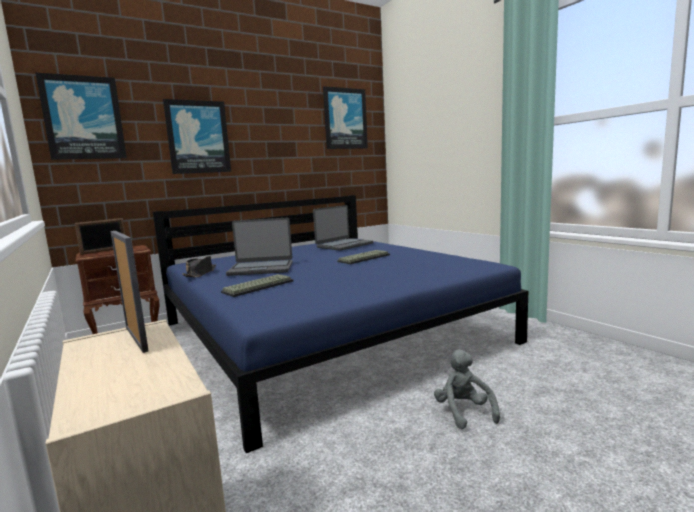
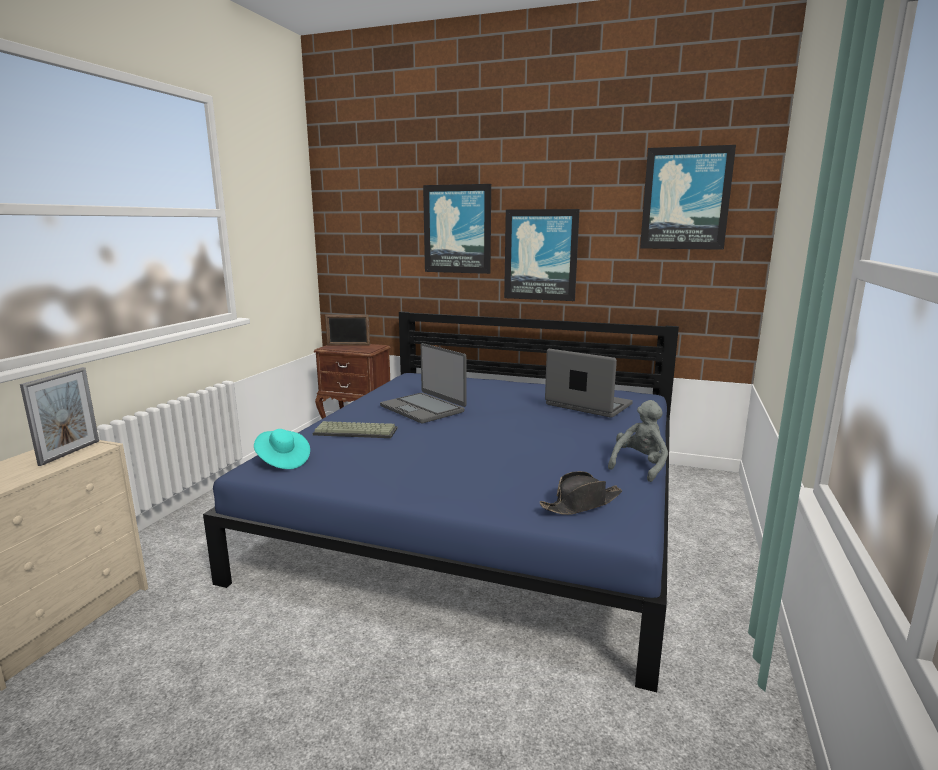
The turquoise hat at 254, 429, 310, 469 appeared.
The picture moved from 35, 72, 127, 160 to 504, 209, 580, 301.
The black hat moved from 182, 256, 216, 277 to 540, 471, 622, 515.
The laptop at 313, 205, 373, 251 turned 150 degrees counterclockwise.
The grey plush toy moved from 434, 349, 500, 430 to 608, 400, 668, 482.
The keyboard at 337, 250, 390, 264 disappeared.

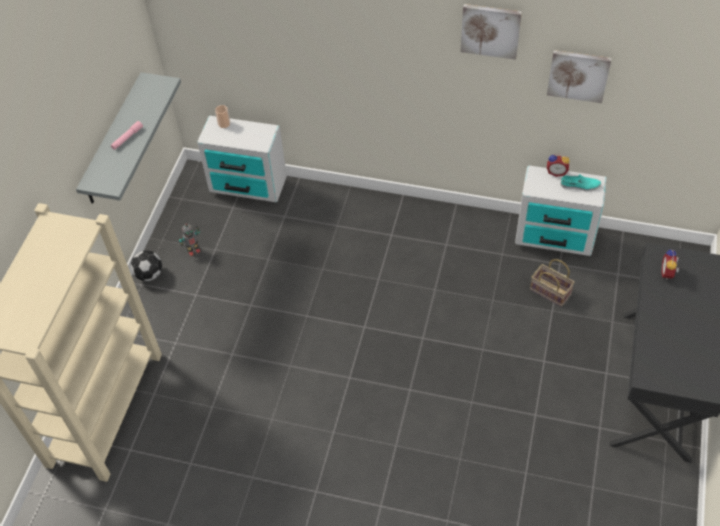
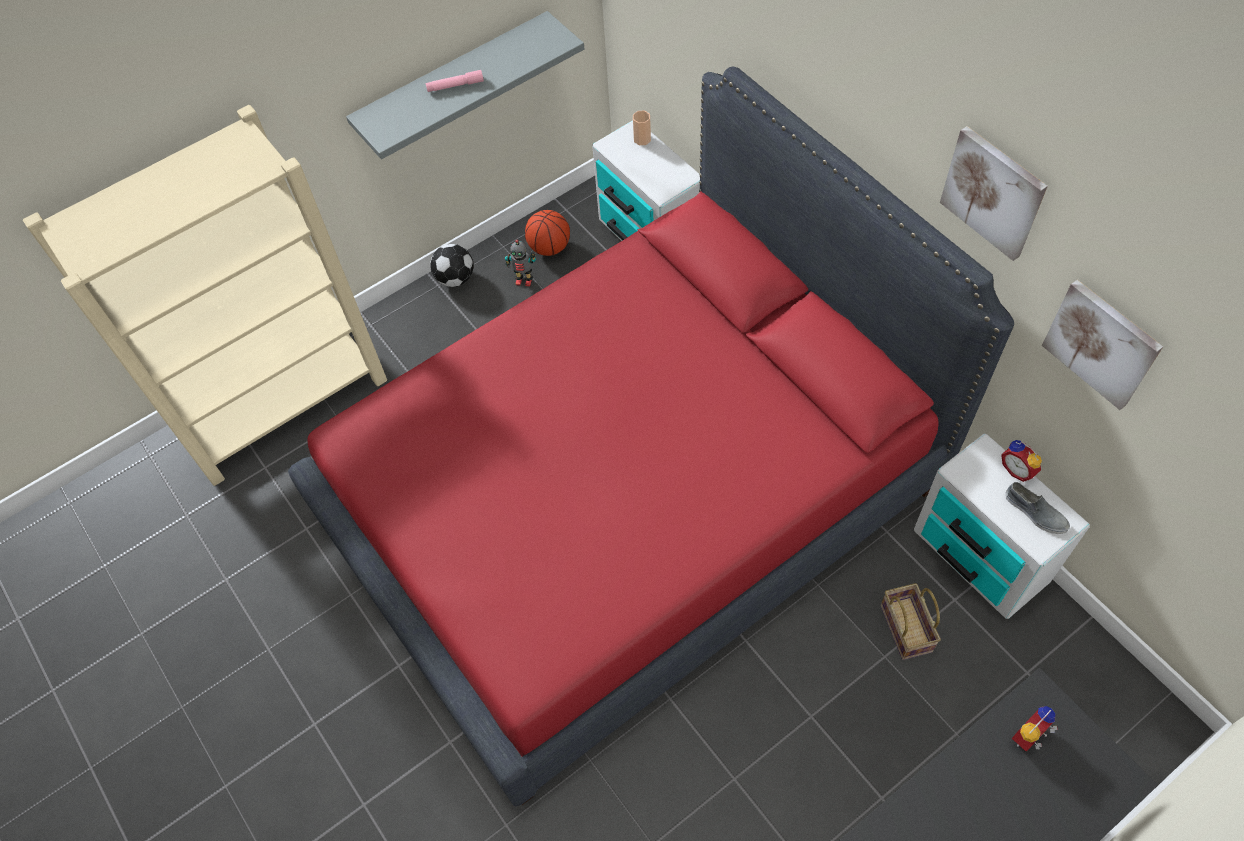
The red bed at 288, 67, 1014, 807 appeared.
The basketball at 525, 210, 570, 256 appeared.
The turquoise shoe at 560, 174, 601, 192 became the grey shoe at 1005, 482, 1070, 534.

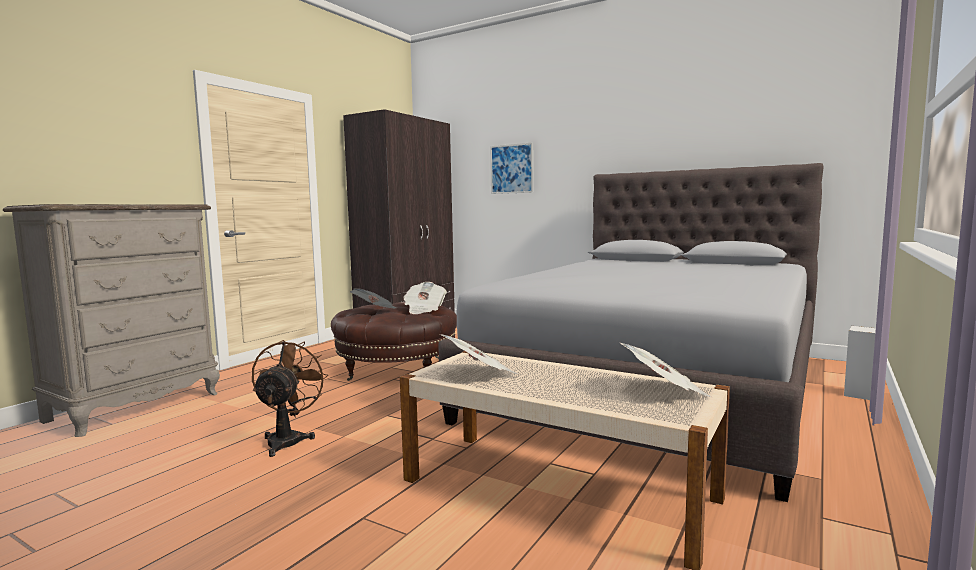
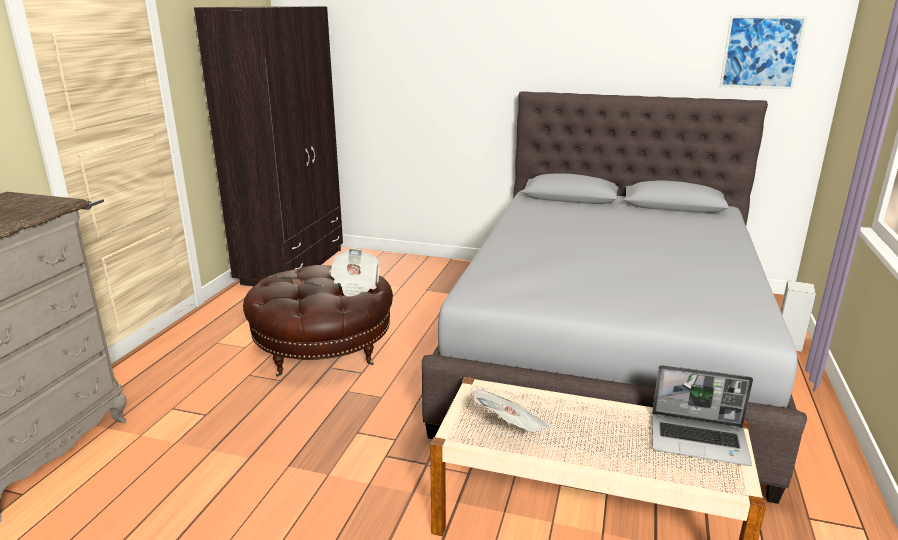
The newspaper at 621, 343, 711, 397 was replaced by the laptop at 652, 365, 753, 466.
The picture moved from 490, 142, 533, 194 to 720, 16, 807, 89.
The brown fan at 252, 340, 328, 457 disappeared.

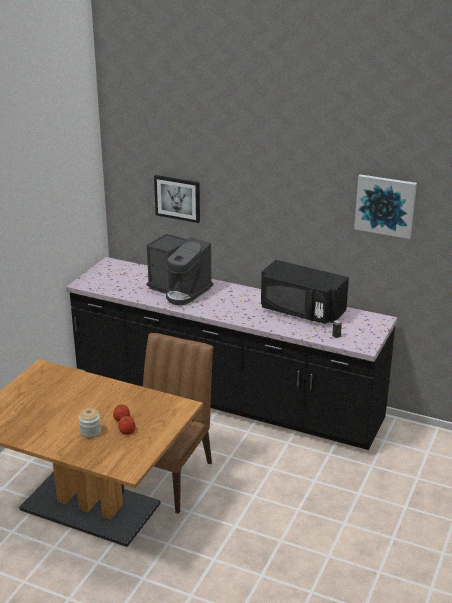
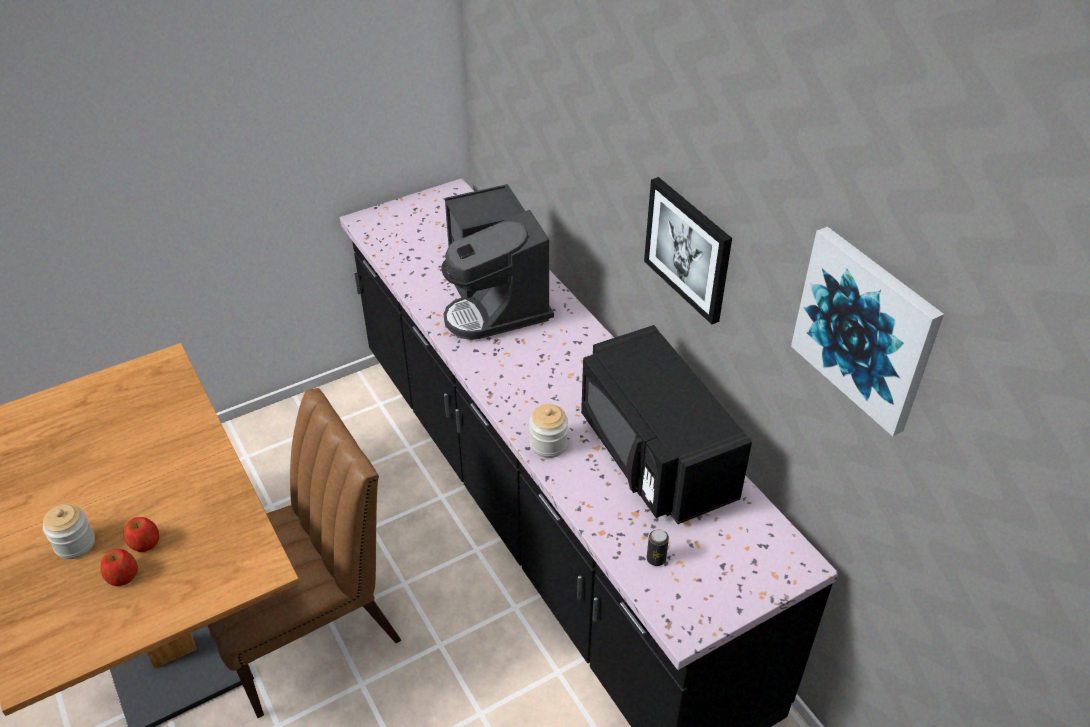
The jar at 529, 404, 568, 458 appeared.
The picture moved from 154, 175, 200, 223 to 644, 177, 732, 324.

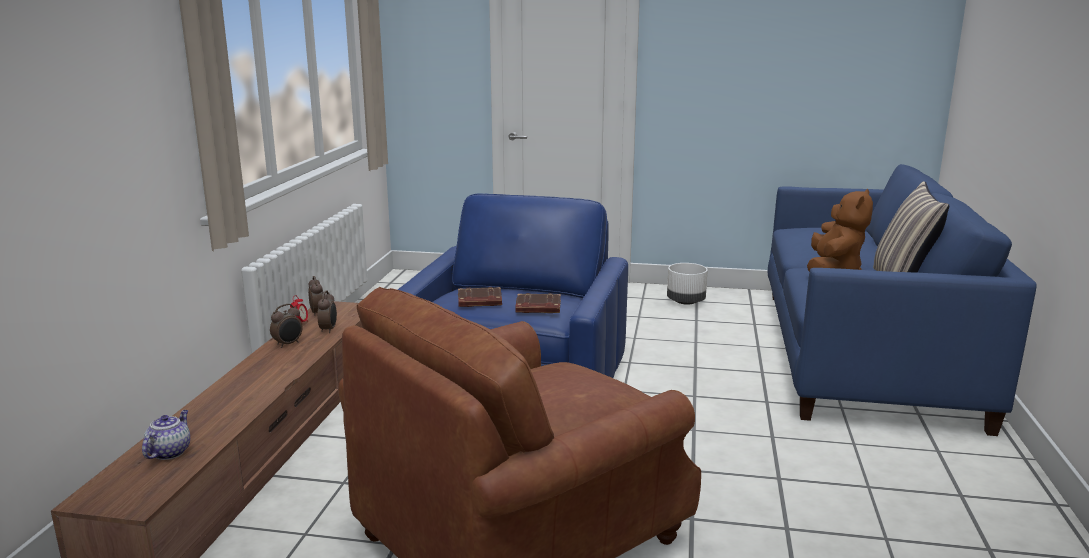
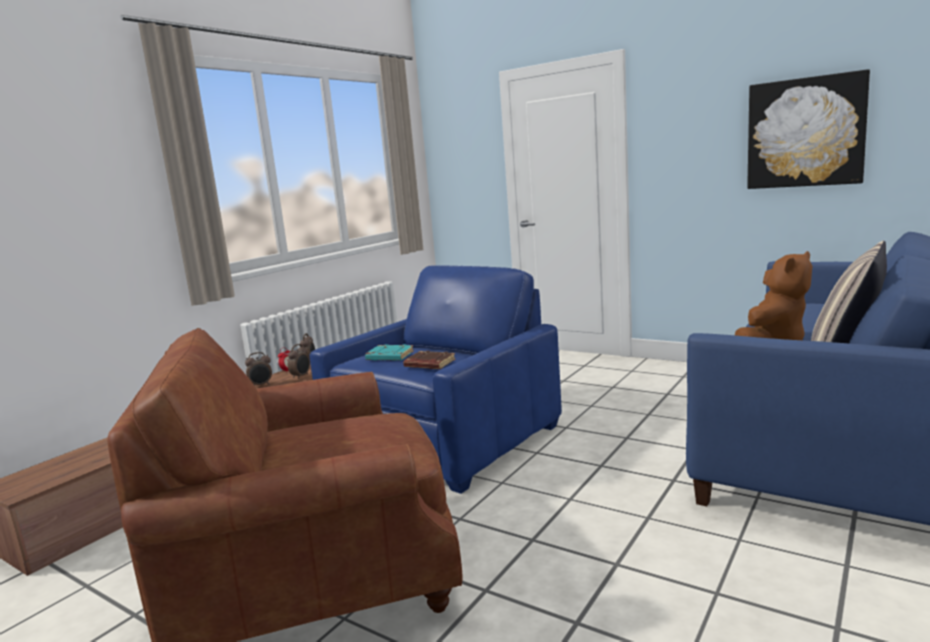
The brown book at 458, 287, 502, 307 became the turquoise book at 365, 344, 414, 361.
The picture at 747, 69, 870, 189 appeared.
The teapot at 142, 410, 190, 460 disappeared.
The white planter at 667, 263, 708, 305 disappeared.

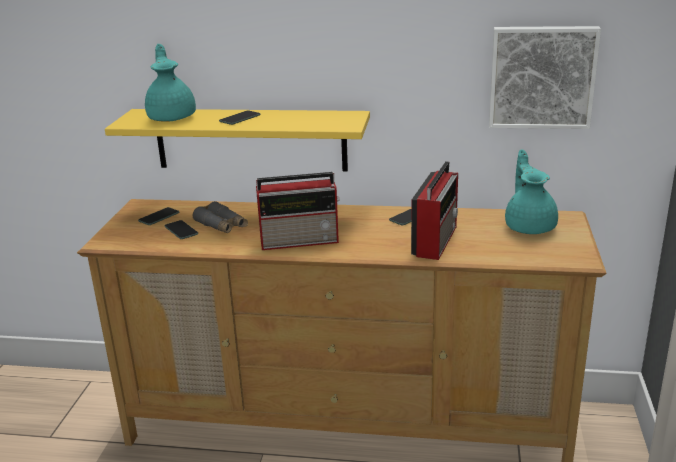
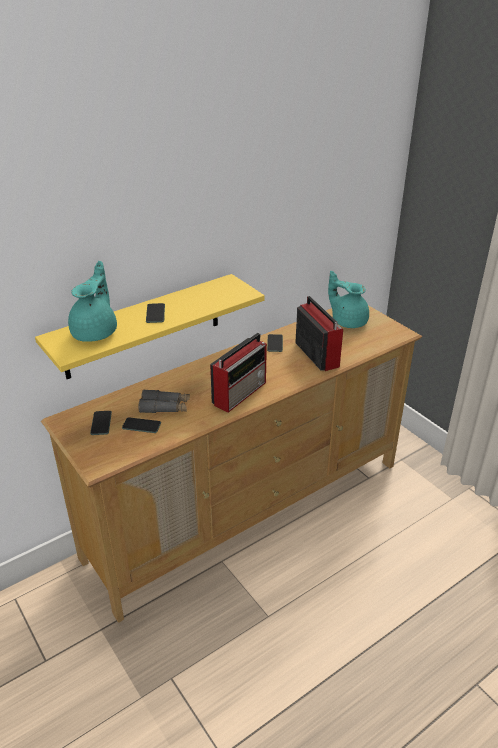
The turquoise teapot at 145, 44, 196, 122 turned 75 degrees clockwise.
The picture at 489, 26, 601, 129 disappeared.

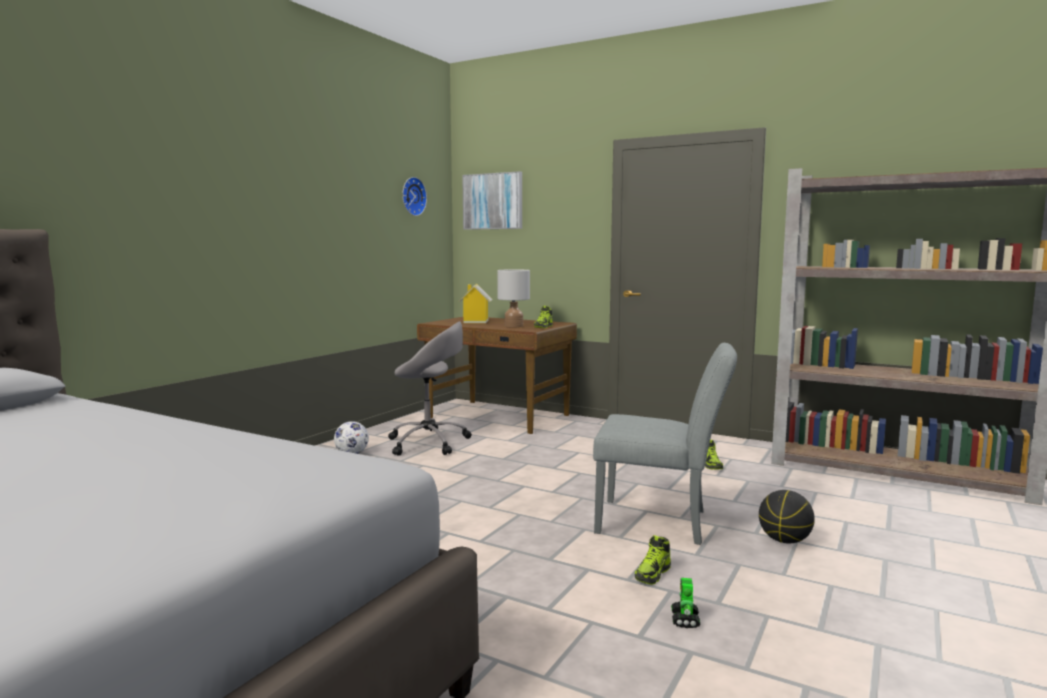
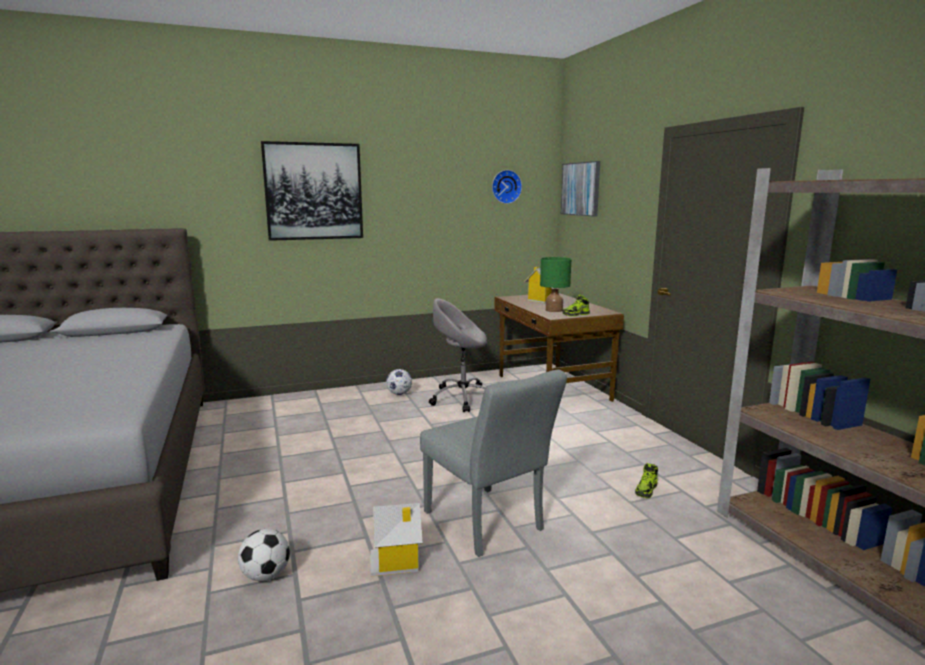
The football at 238, 529, 290, 581 appeared.
The picture at 261, 141, 363, 241 appeared.
The shoe at 635, 535, 671, 585 was replaced by the toy house at 370, 503, 423, 576.
The grey office chair at 388, 321, 472, 456 turned 135 degrees clockwise.
The grey table lamp at 497, 270, 530, 328 became the green table lamp at 540, 257, 571, 312.
The toy robot at 671, 578, 700, 628 disappeared.
The basketball at 759, 490, 815, 544 disappeared.

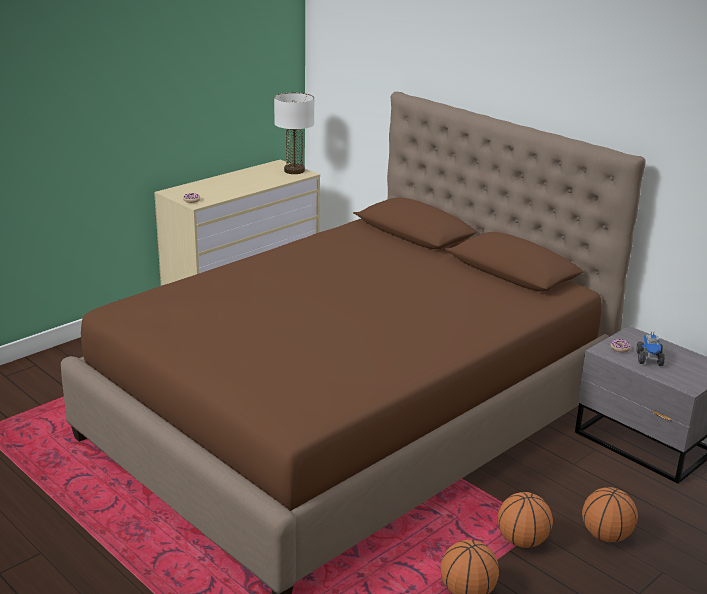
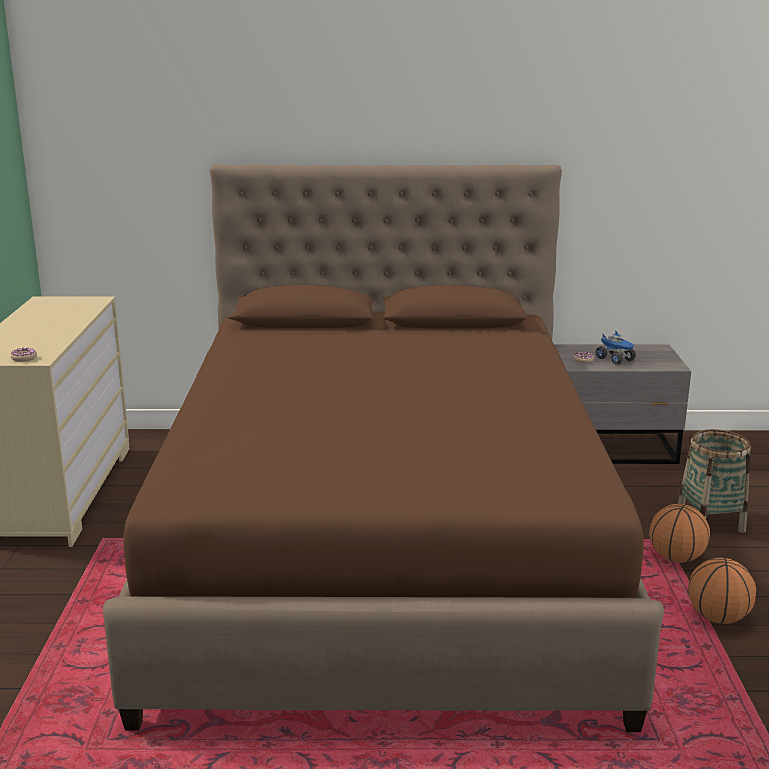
The basketball at 582, 487, 638, 542 was replaced by the basket at 678, 429, 751, 533.
The table lamp at 274, 92, 314, 174 disappeared.

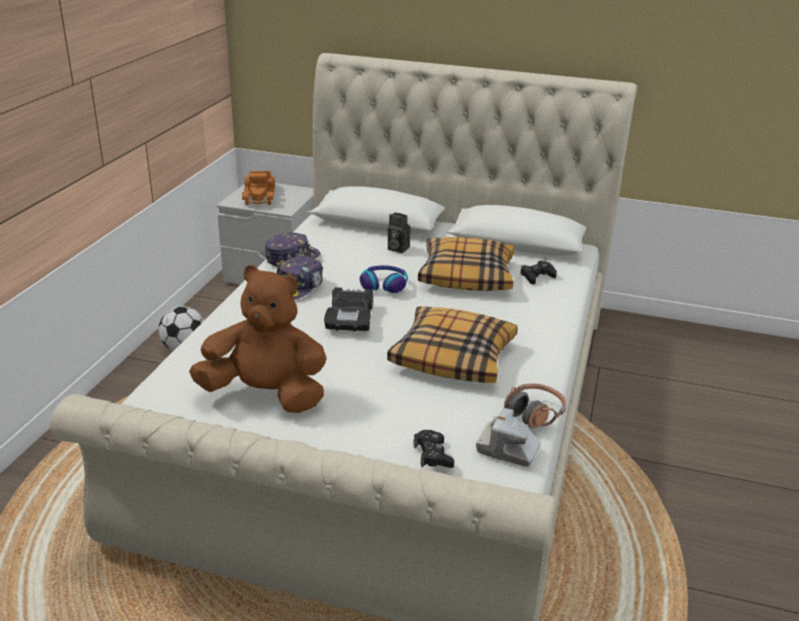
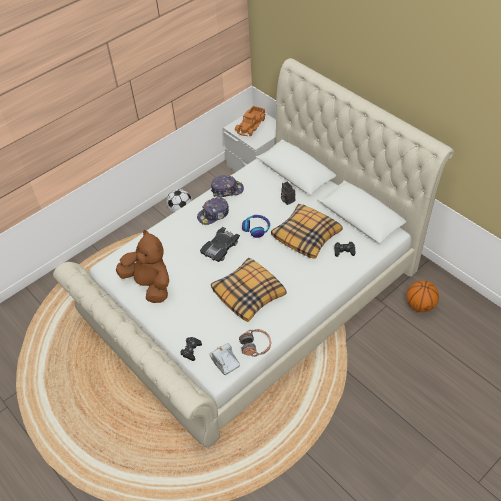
The basketball at 407, 281, 439, 312 appeared.

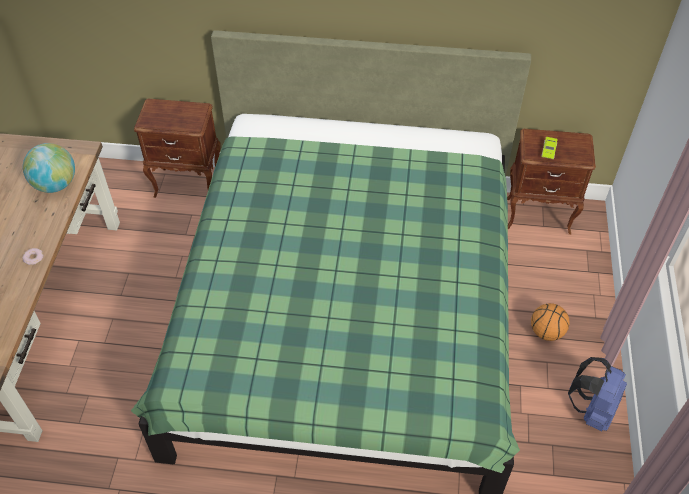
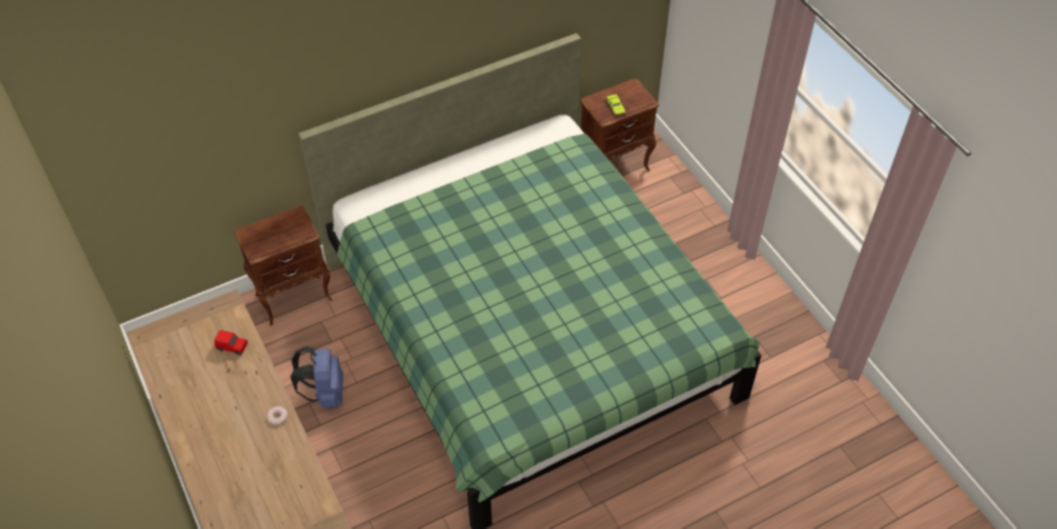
The globe at 23, 143, 75, 193 was replaced by the red toy car at 214, 330, 248, 355.
The blue backpack moved from 568, 357, 627, 432 to 290, 346, 343, 408.
The basketball at 531, 303, 570, 341 disappeared.

